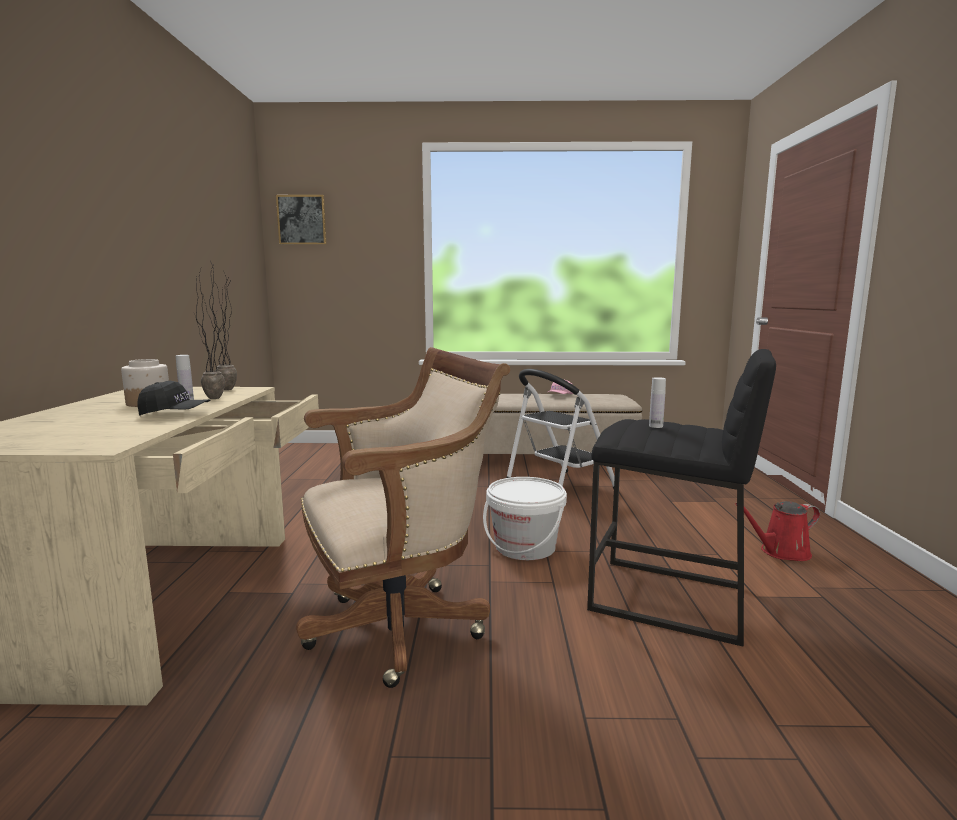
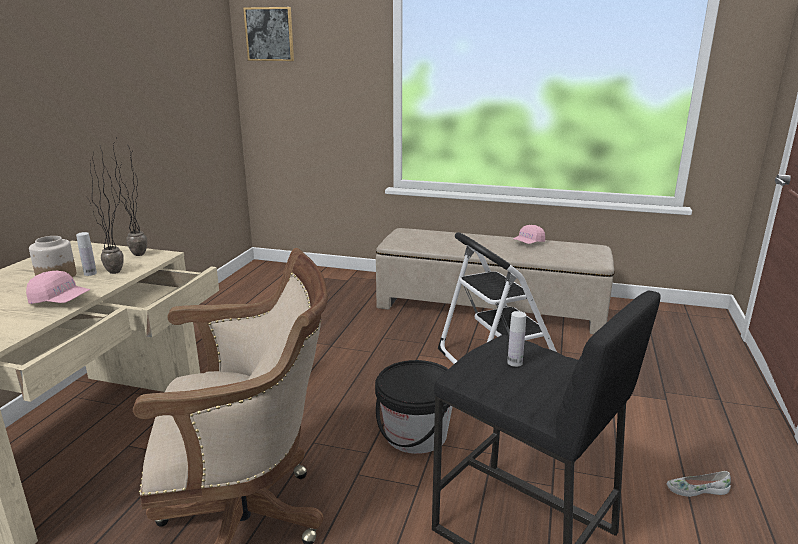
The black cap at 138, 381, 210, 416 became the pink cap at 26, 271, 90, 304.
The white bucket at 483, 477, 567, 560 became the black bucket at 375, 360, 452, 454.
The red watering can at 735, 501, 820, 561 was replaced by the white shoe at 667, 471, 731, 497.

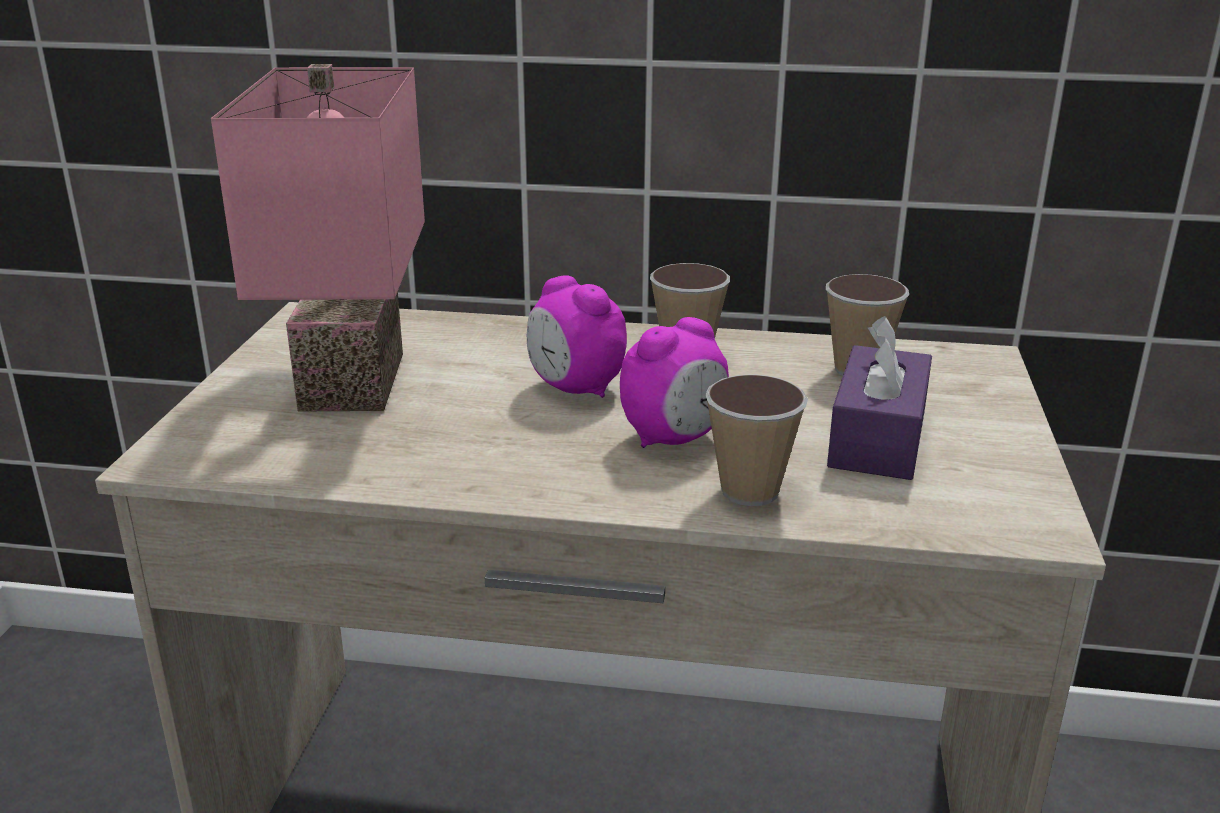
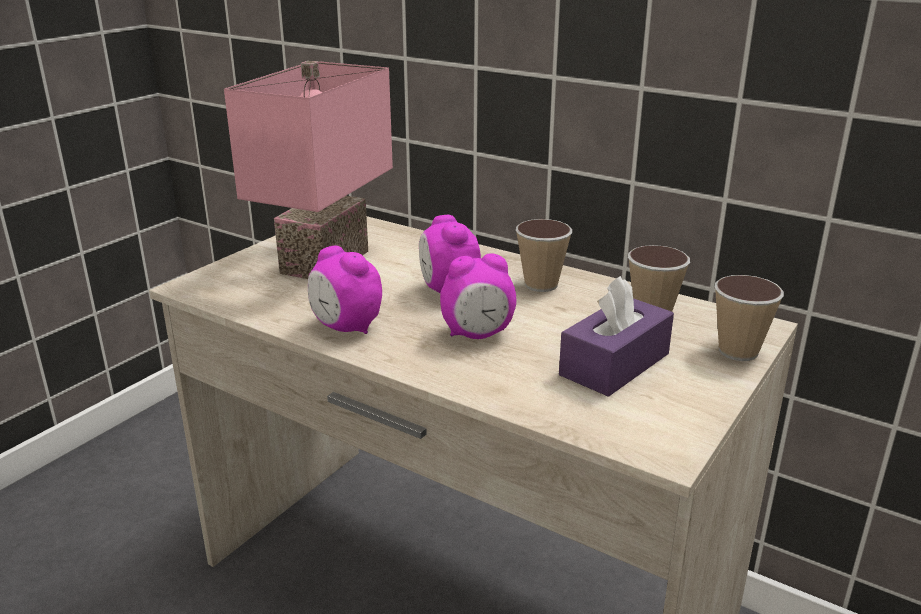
The alarm clock at 308, 246, 382, 334 appeared.
The cup moved from 705, 374, 808, 506 to 714, 275, 784, 361.

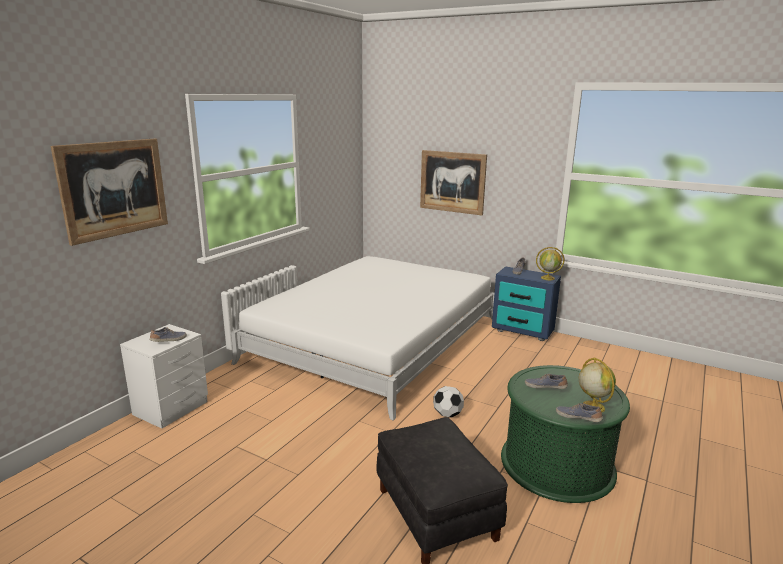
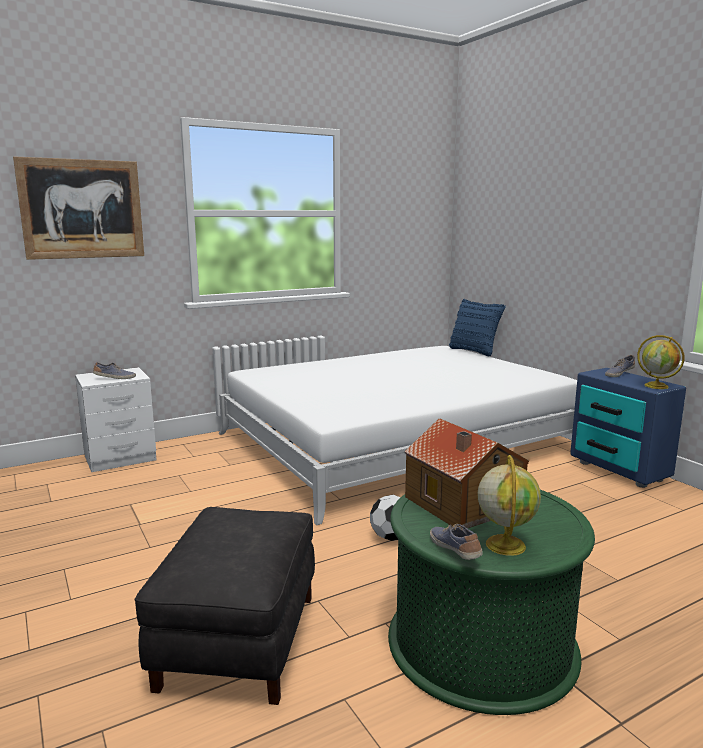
The shoe at 525, 374, 568, 389 was replaced by the toy house at 404, 418, 529, 529.
The blue pillow at 449, 299, 506, 356 appeared.
The picture at 420, 150, 487, 215 disappeared.

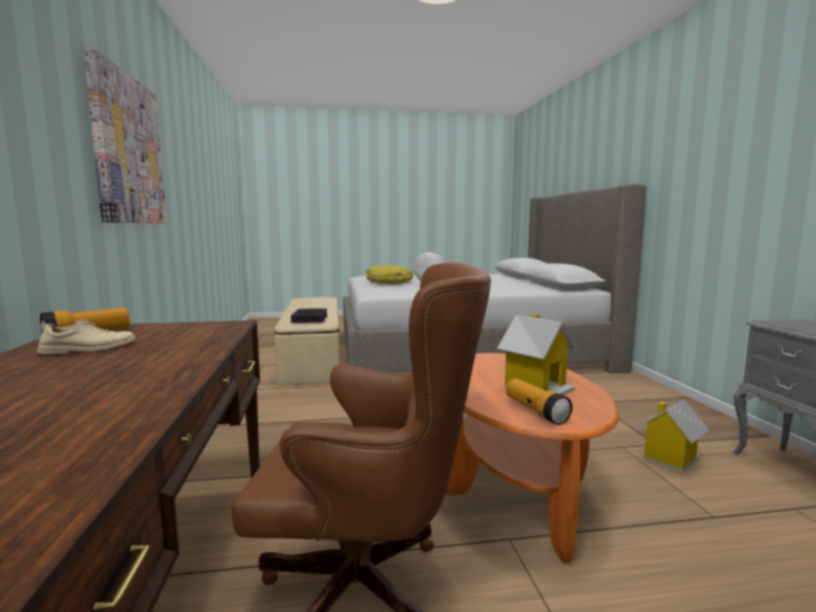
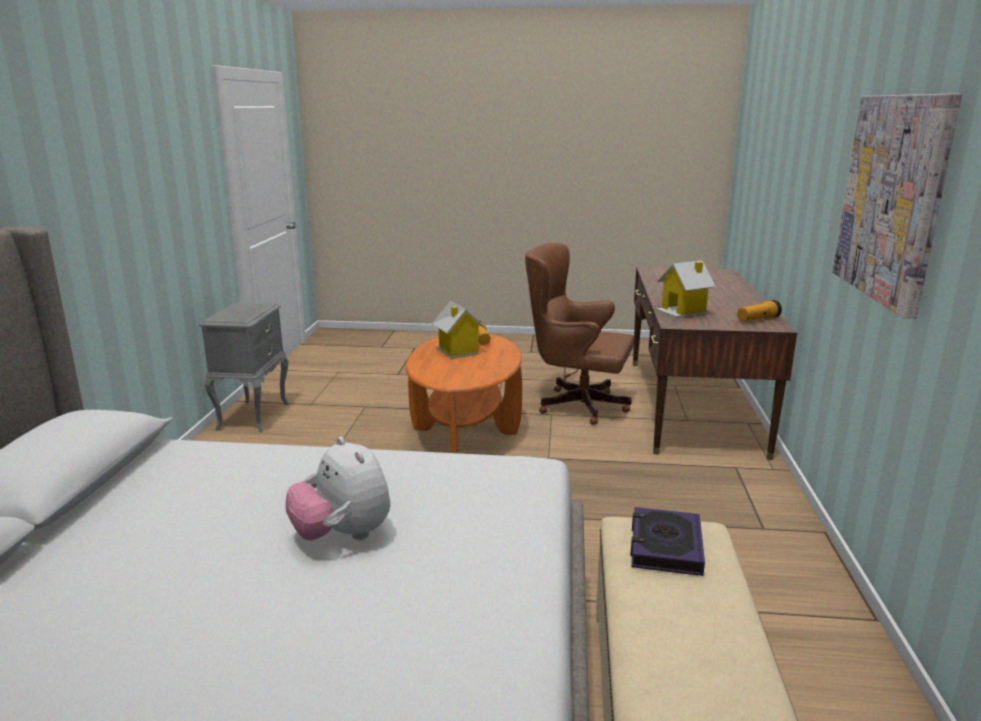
The toy house moved from 638, 399, 709, 473 to 656, 260, 716, 319.
The beige shoe at 37, 319, 136, 354 disappeared.
The yellow pillow at 366, 265, 413, 284 disappeared.

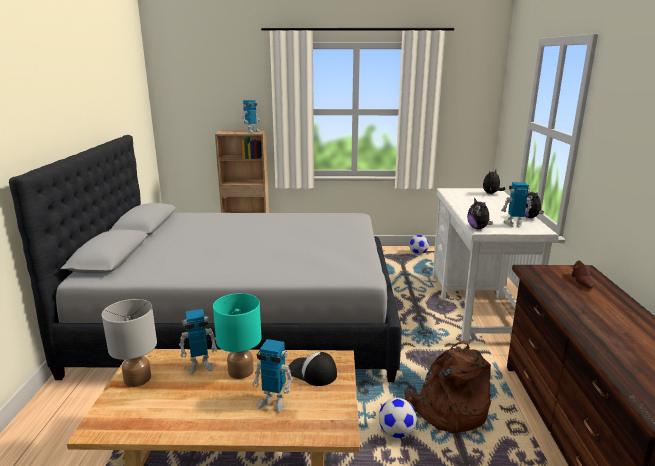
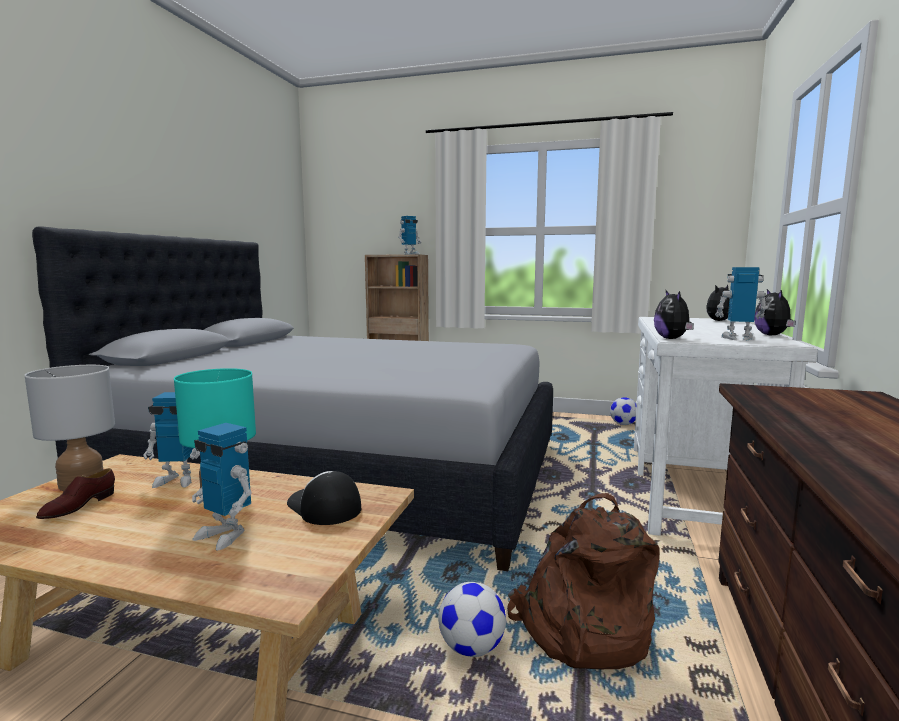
The brown shoe moved from 572, 261, 594, 289 to 36, 468, 115, 519.

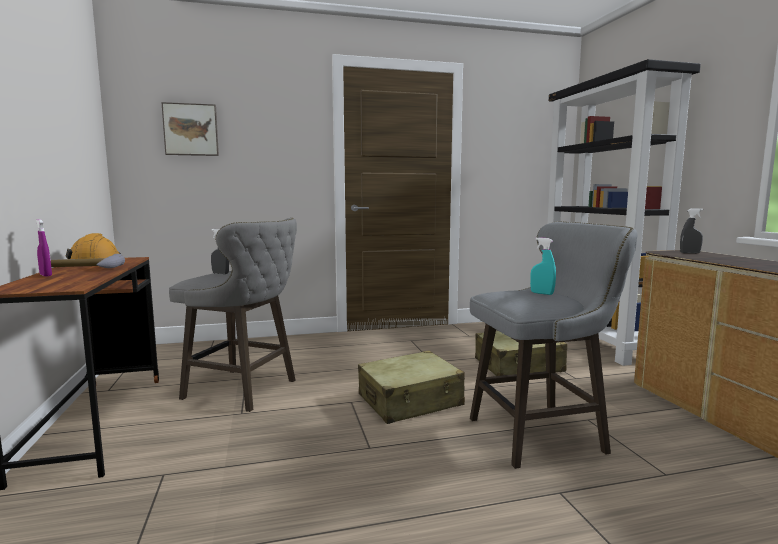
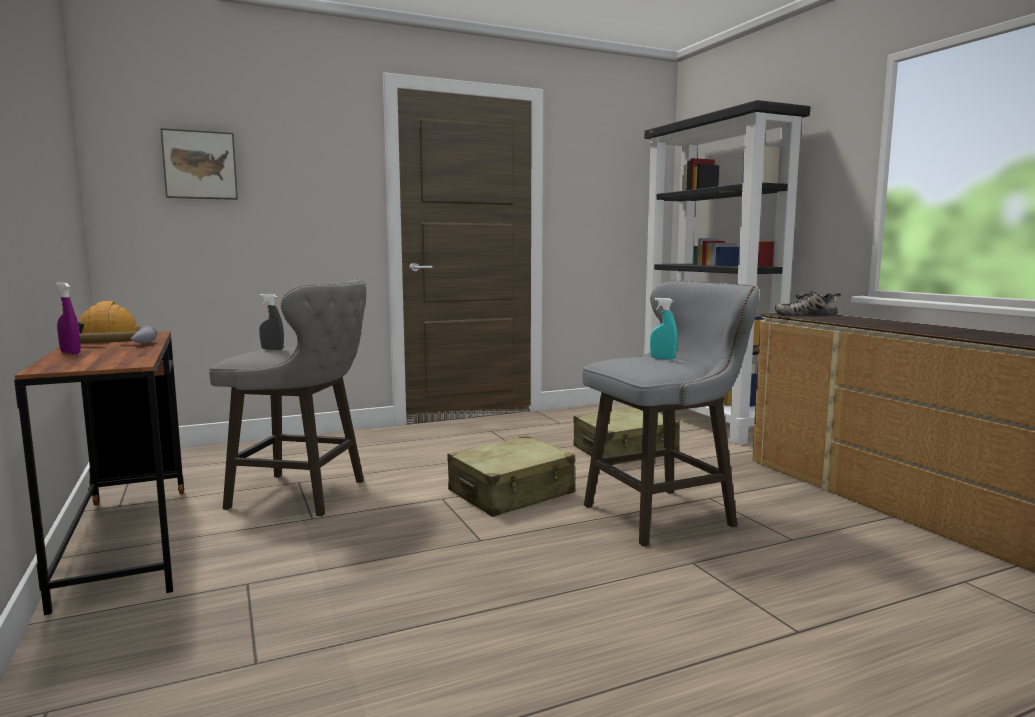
The grey spray bottle at 680, 208, 703, 254 was replaced by the shoe at 775, 291, 841, 316.

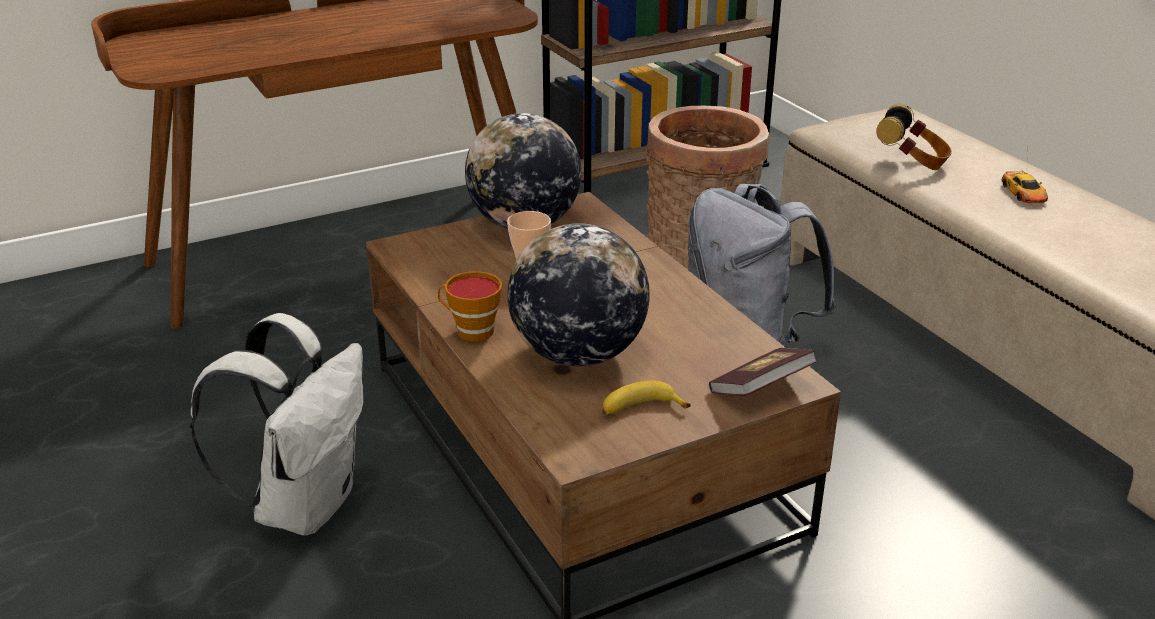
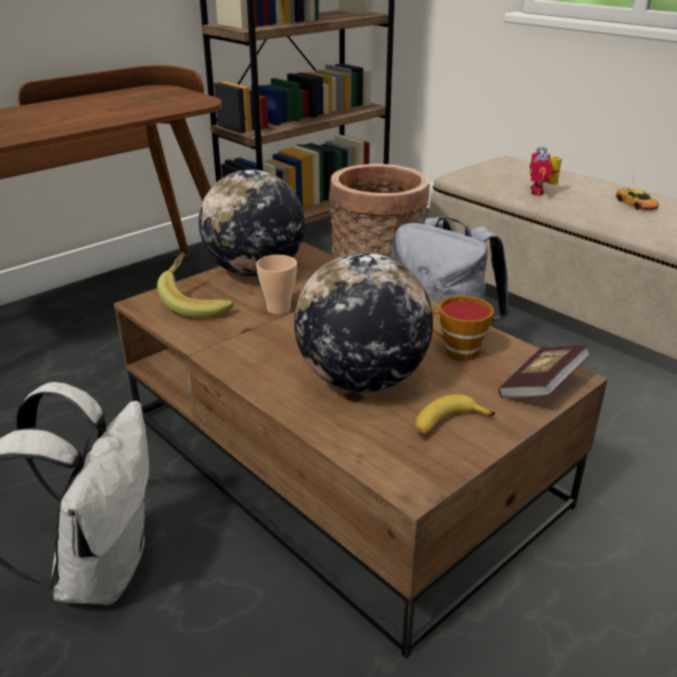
The banana at 157, 252, 234, 318 appeared.
The cup moved from 438, 271, 502, 341 to 432, 296, 494, 361.
The headphones at 876, 104, 952, 170 was replaced by the toy robot at 530, 146, 562, 195.

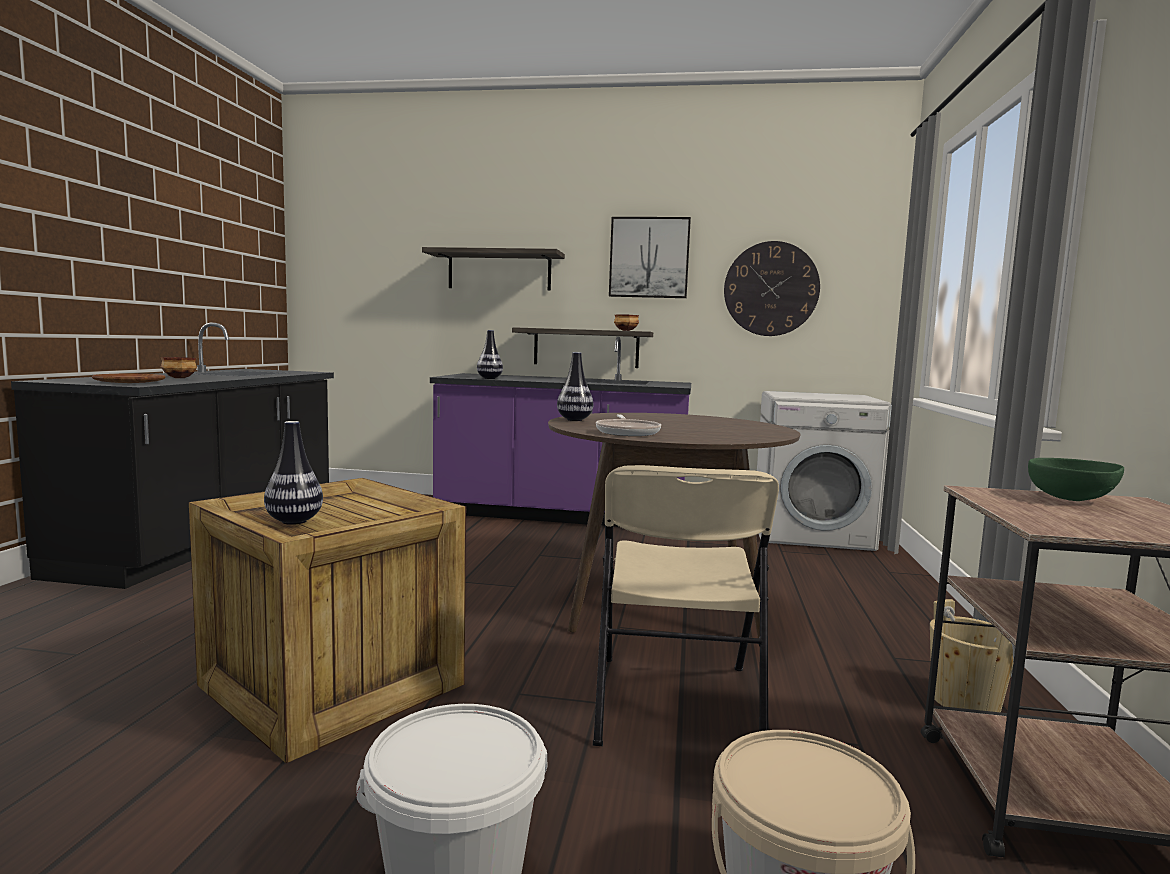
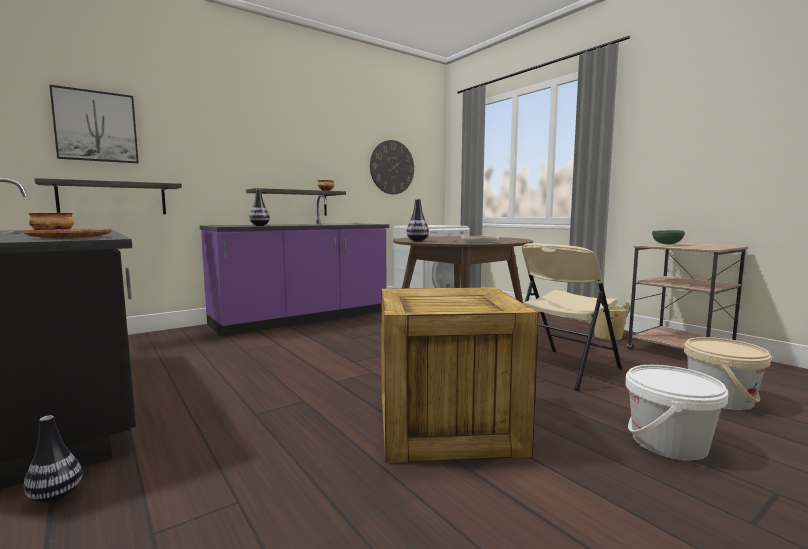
The vase moved from 264, 421, 323, 525 to 24, 415, 82, 504.
The shelf moved from 422, 247, 565, 291 to 35, 178, 182, 214.
The picture moved from 609, 217, 691, 298 to 49, 85, 139, 163.
The beige chair at 593, 465, 779, 746 turned 90 degrees clockwise.

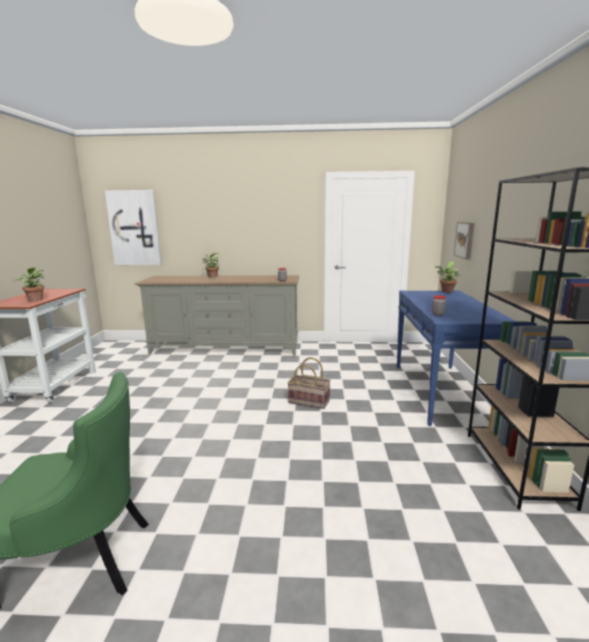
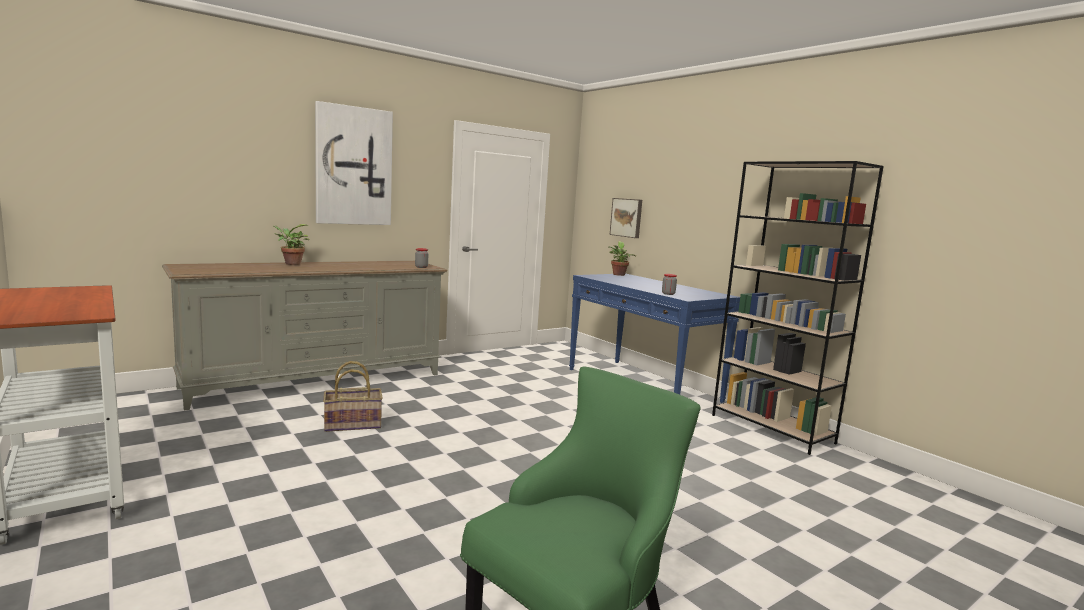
The picture moved from 105, 190, 161, 265 to 315, 101, 393, 225.
The basket moved from 287, 357, 331, 409 to 323, 361, 383, 432.
The potted plant at 13, 267, 44, 301 disappeared.

